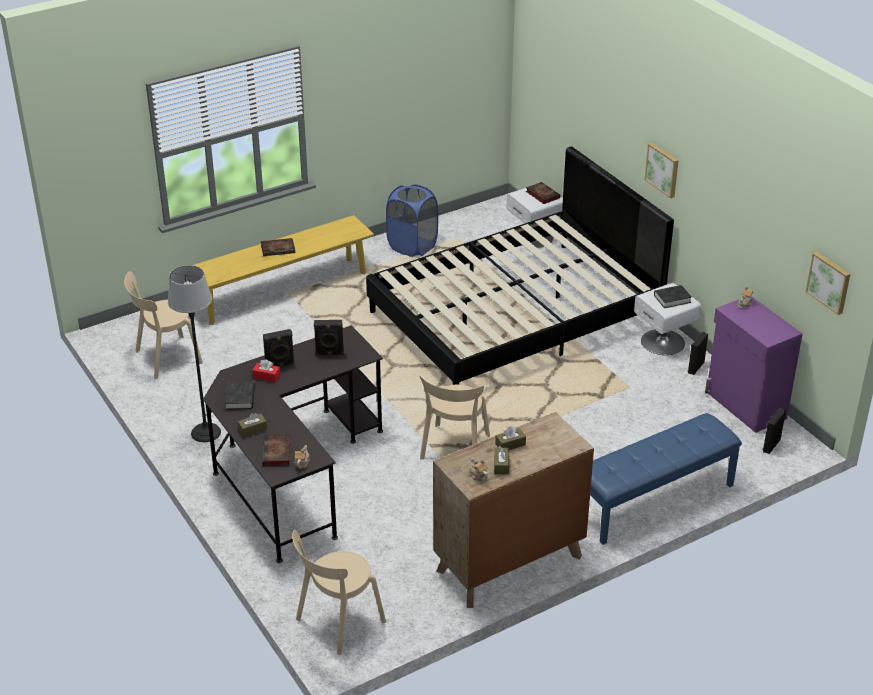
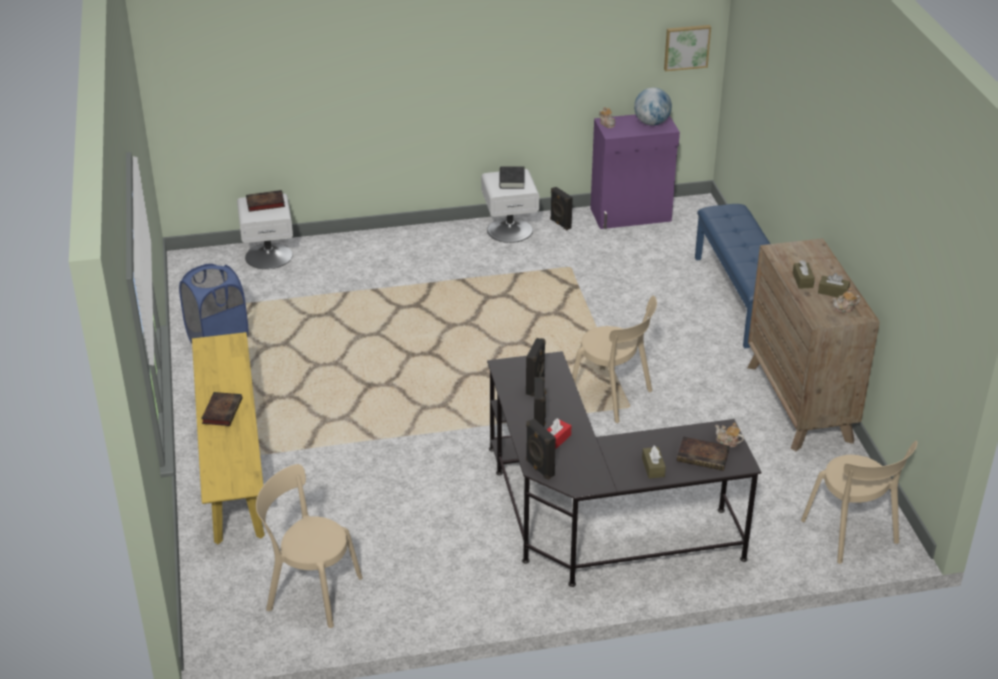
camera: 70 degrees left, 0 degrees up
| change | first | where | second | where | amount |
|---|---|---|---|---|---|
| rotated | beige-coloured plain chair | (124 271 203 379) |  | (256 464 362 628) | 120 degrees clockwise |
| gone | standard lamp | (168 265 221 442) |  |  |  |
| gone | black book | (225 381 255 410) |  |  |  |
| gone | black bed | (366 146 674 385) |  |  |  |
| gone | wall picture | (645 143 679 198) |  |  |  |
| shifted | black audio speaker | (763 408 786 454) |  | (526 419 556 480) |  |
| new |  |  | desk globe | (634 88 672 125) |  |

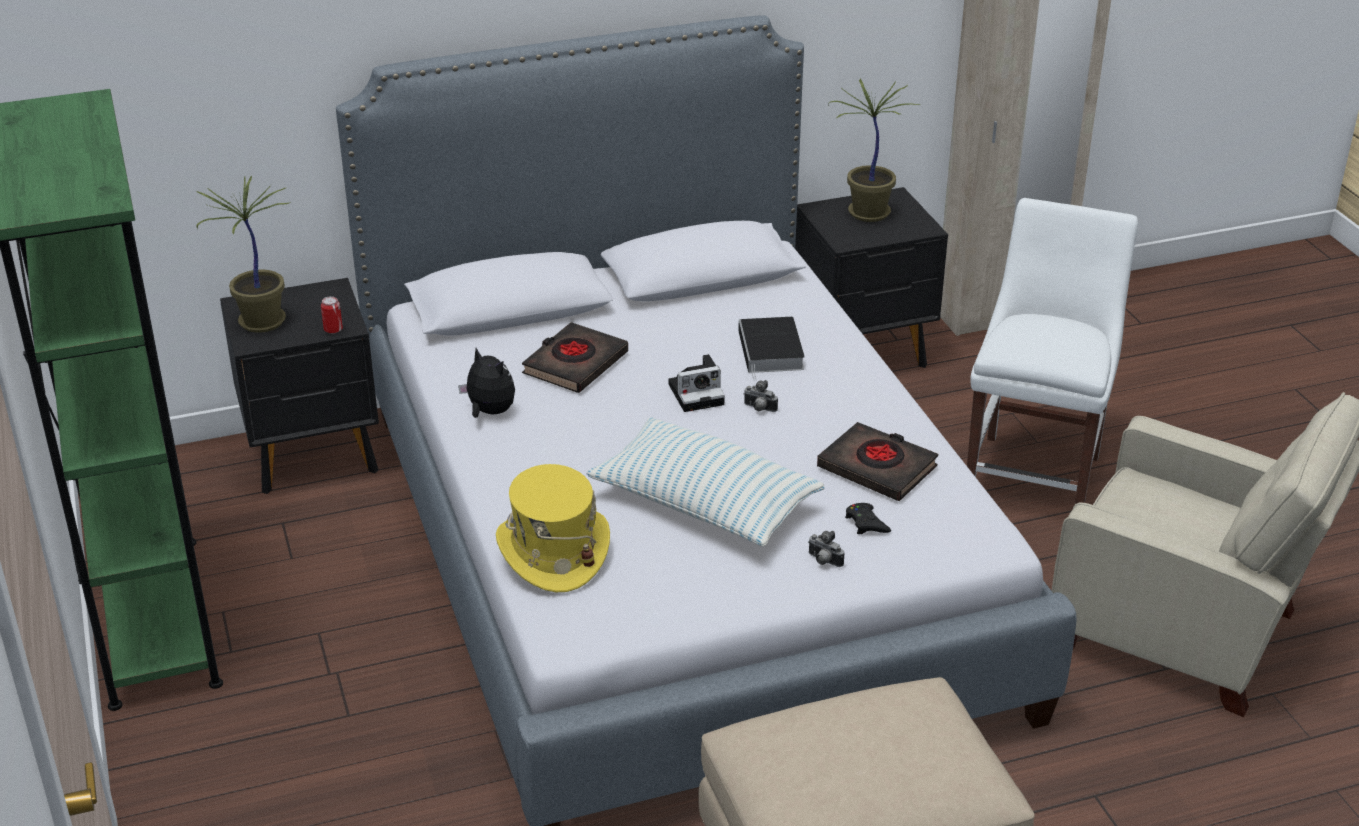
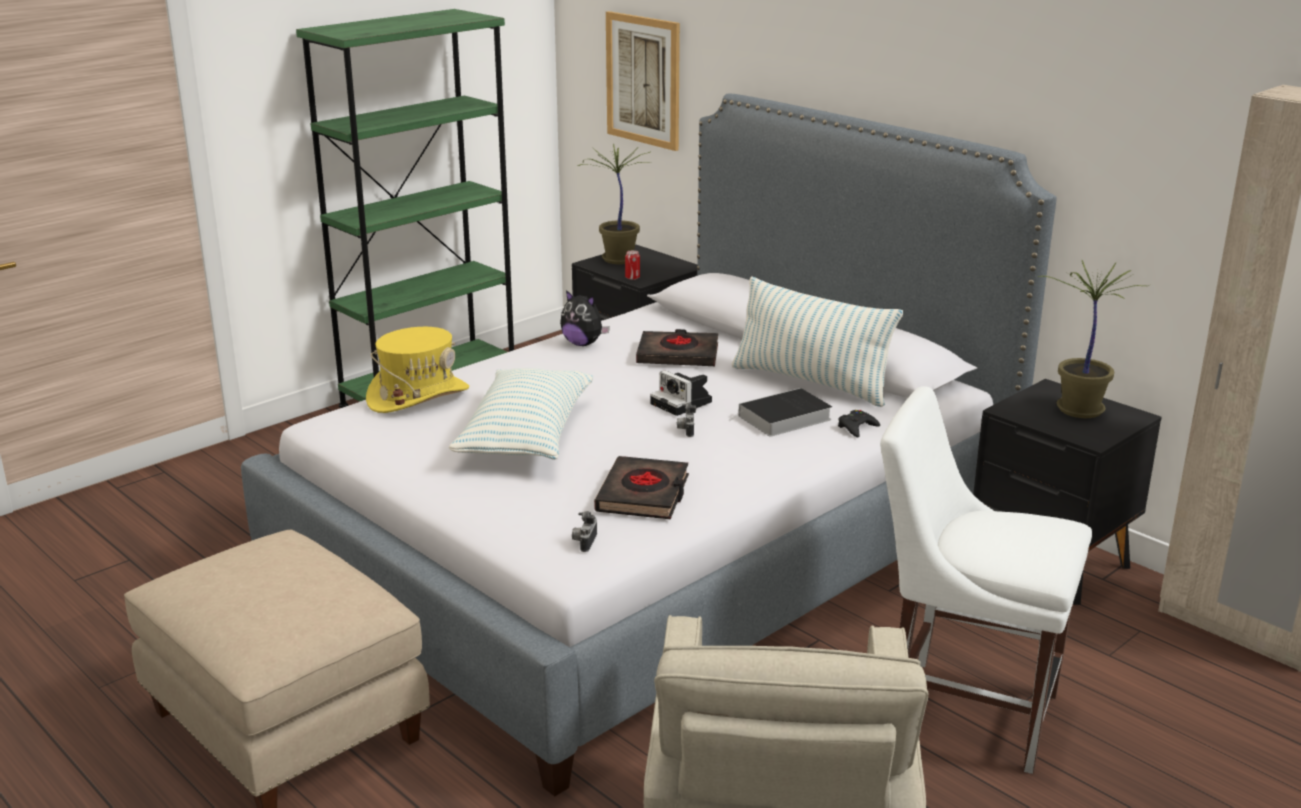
camera: 65 degrees right, 10 degrees down
| change | first | where | second | where | amount |
|---|---|---|---|---|---|
| rotated | plush toy | (458 348 515 418) |  | (560 290 610 346) | 105 degrees clockwise |
| shifted | photo camera | (808 531 844 567) |  | (572 511 597 552) |  |
| shifted | black game controller | (845 503 891 535) |  | (838 410 880 437) |  |
| rotated | whitish plain chair | (967 198 1138 504) |  | (880 386 1092 774) | 150 degrees counterclockwise |
| new |  |  | wall picture | (606 11 680 151) |  |
| new |  |  | cushion | (732 276 903 407) |  |

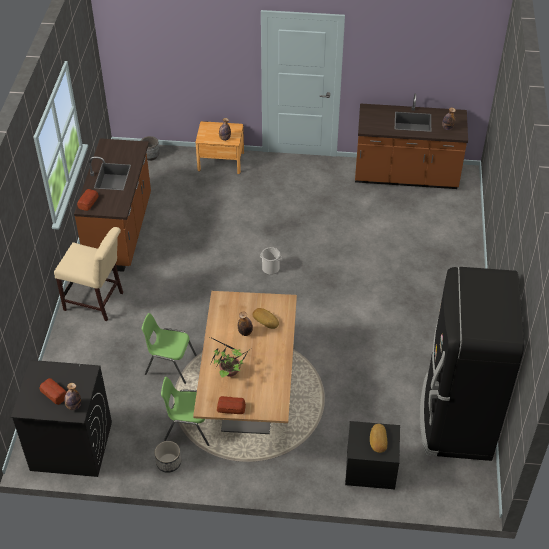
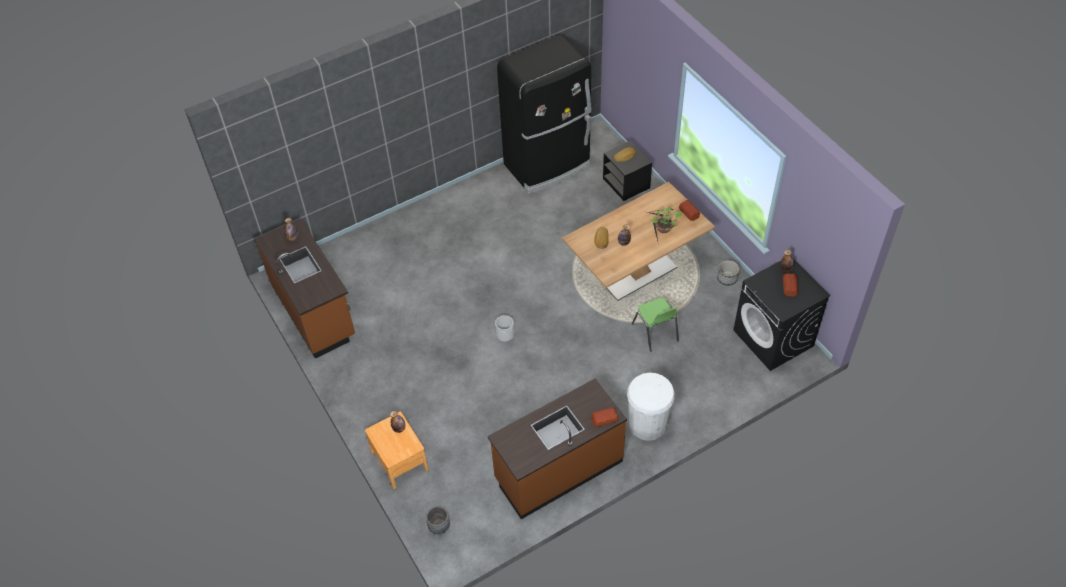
camera: 125 degrees left, 5 degrees up
| change | first | where | second | where | amount |
|---|---|---|---|---|---|
| swapped | beige-coloured plain chair | (54 227 123 321) | whitish waste bin | (627 373 675 441) |  |
| gone | green plain chair | (161 377 209 446) |  |  |  |

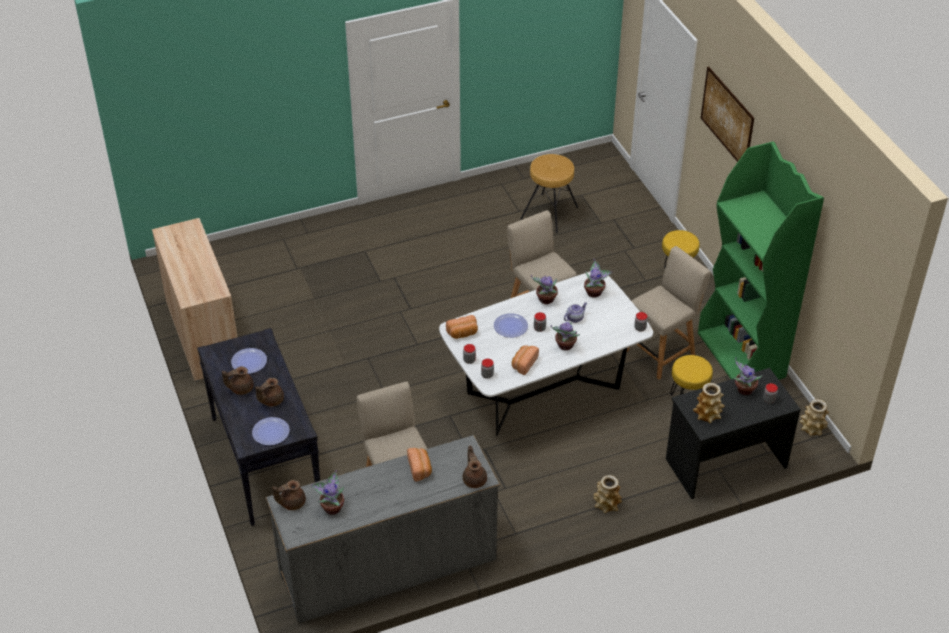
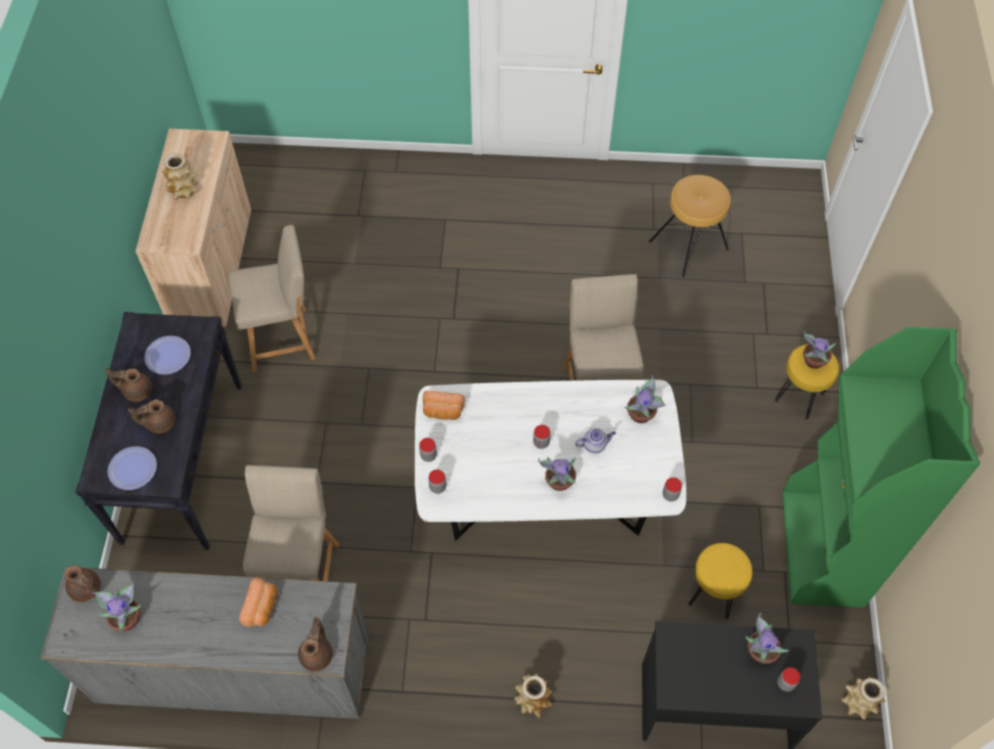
camera: 25 degrees right, 15 degrees up
| change | first | where | second | where | amount |
|---|---|---|---|---|---|
| rotated | brown-coloured tea pot | (272 480 306 510) |  | (64 565 101 602) | 150 degrees counterclockwise |
| gone | dinner plate | (494 313 528 338) |  |  |  |
| gone | baked bread | (512 345 539 375) |  |  |  |
| shifted | potted plant | (531 275 558 304) |  | (803 330 836 369) |  |
| shifted | beige-coloured plain chair | (626 246 711 380) |  | (228 225 316 372) |  |
| shifted | decorative vase | (693 383 725 423) |  | (163 153 199 199) |  |
| gone | wall picture | (701 66 754 162) |  |  |  |

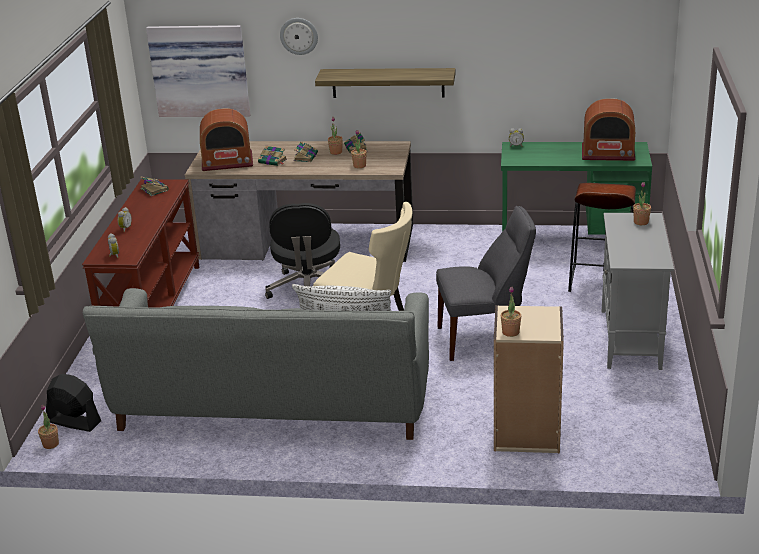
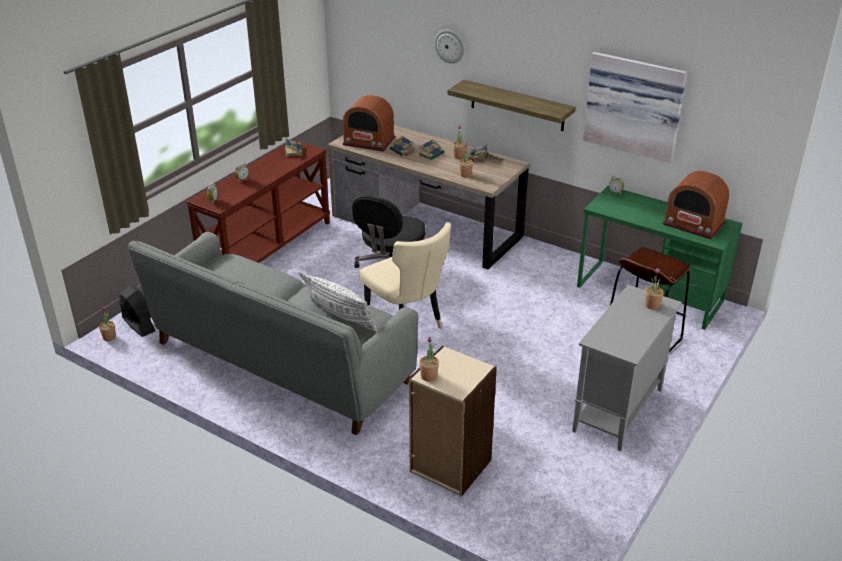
camera: 25 degrees right, 5 degrees up
| change | first | where | second | where | amount |
|---|---|---|---|---|---|
| shifted | wall picture | (146 25 250 117) |  | (583 52 687 163) |  |
| gone | greyish plain chair | (436 206 536 361) |  |  |  |

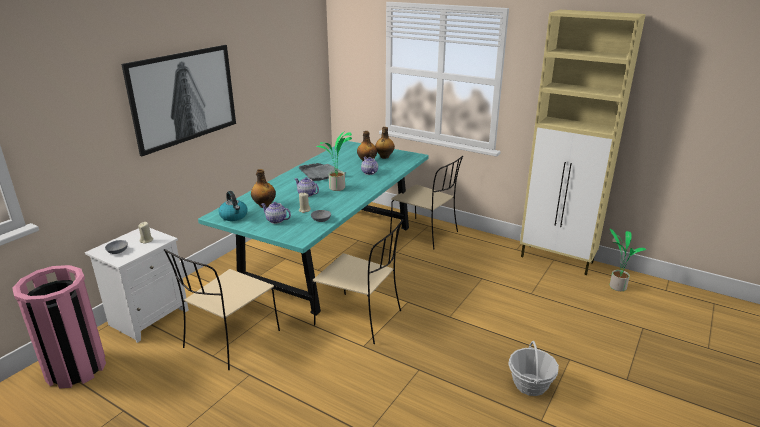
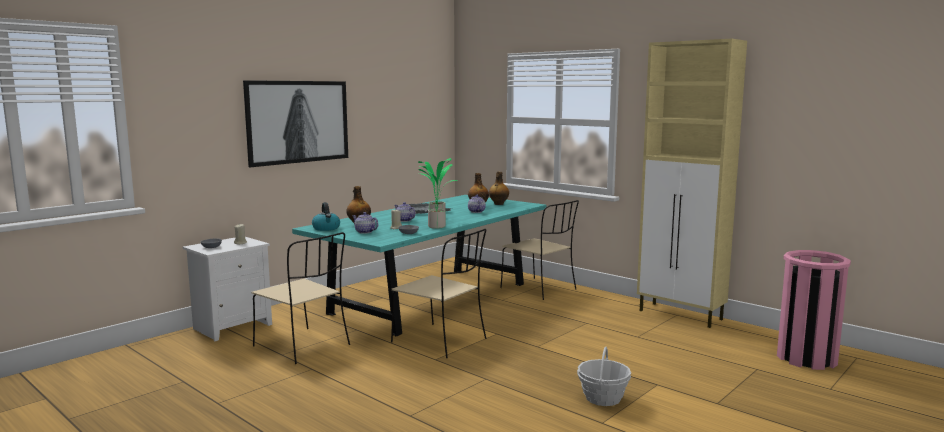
camera: 10 degrees right, 15 degrees down
| change | first | where | second | where | amount |
|---|---|---|---|---|---|
| shifted | pink-coloured waste bin | (12 265 106 389) |  | (777 250 851 370) |  |
| rotated | beige-coloured plain chair | (164 249 280 370) |  | (252 232 350 364) | 90 degrees counterclockwise |
| shifted | potted plant | (609 229 647 291) |  | (418 161 458 229) |  |

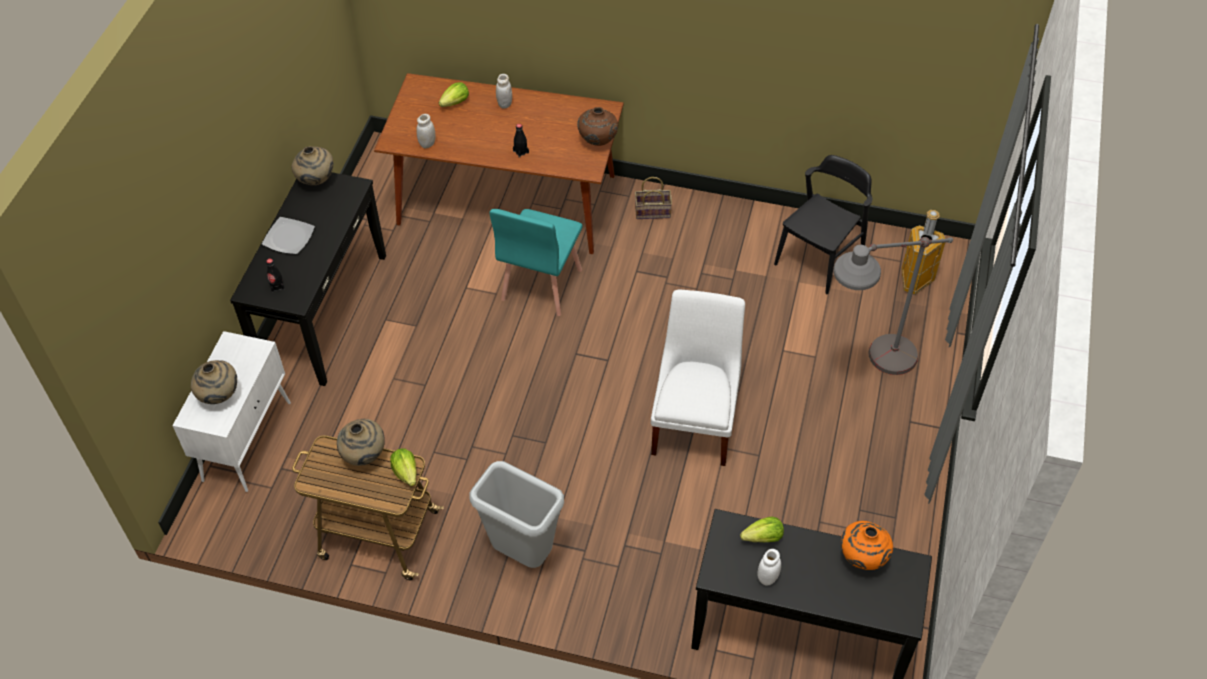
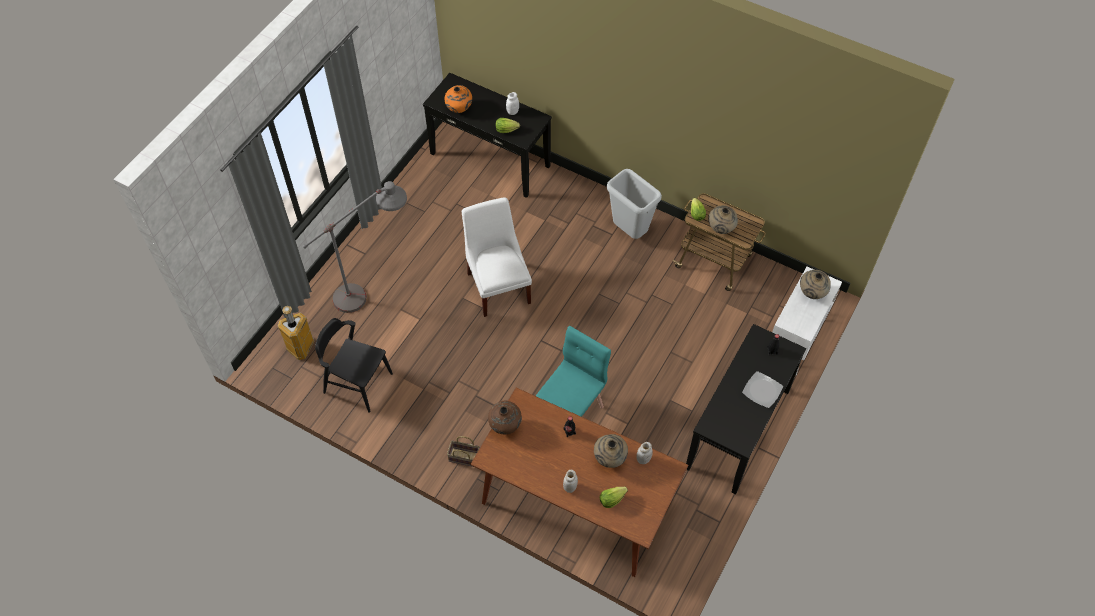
camera: 165 degrees left, 5 degrees up
| change | first | where | second | where | amount |
|---|---|---|---|---|---|
| shifted | beige-coloured decorative vase | (291 146 333 185) |  | (594 434 628 468) |  |
| rotated | whitish plain chair | (651 289 745 466) |  | (462 197 532 317) | 135 degrees clockwise |
| rotated | black plain chair | (774 155 873 294) |  | (315 318 393 413) | 60 degrees clockwise |

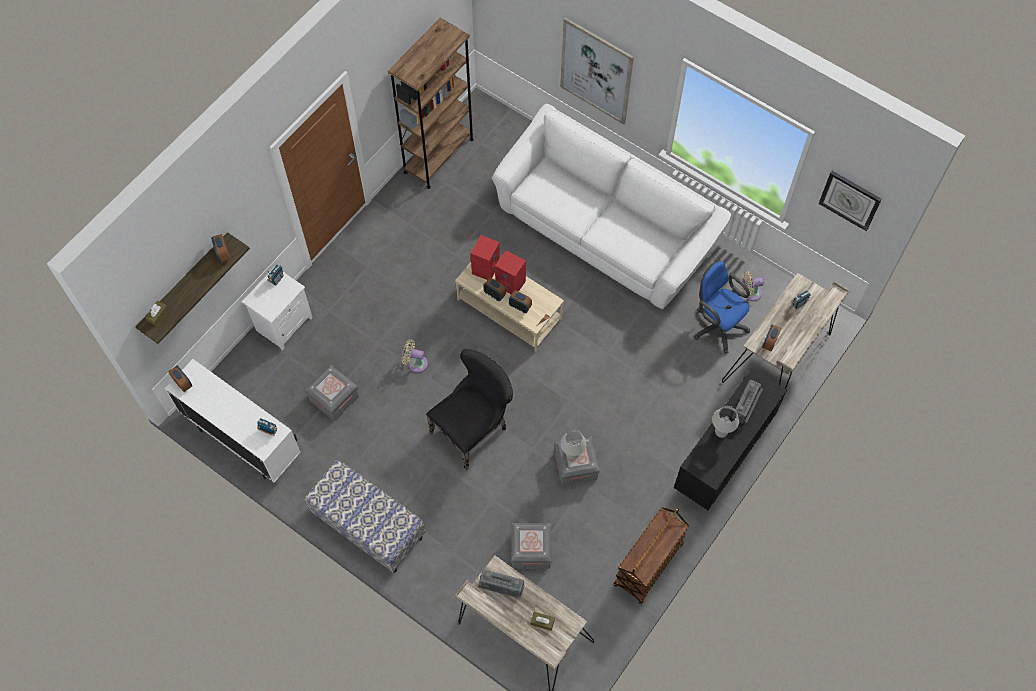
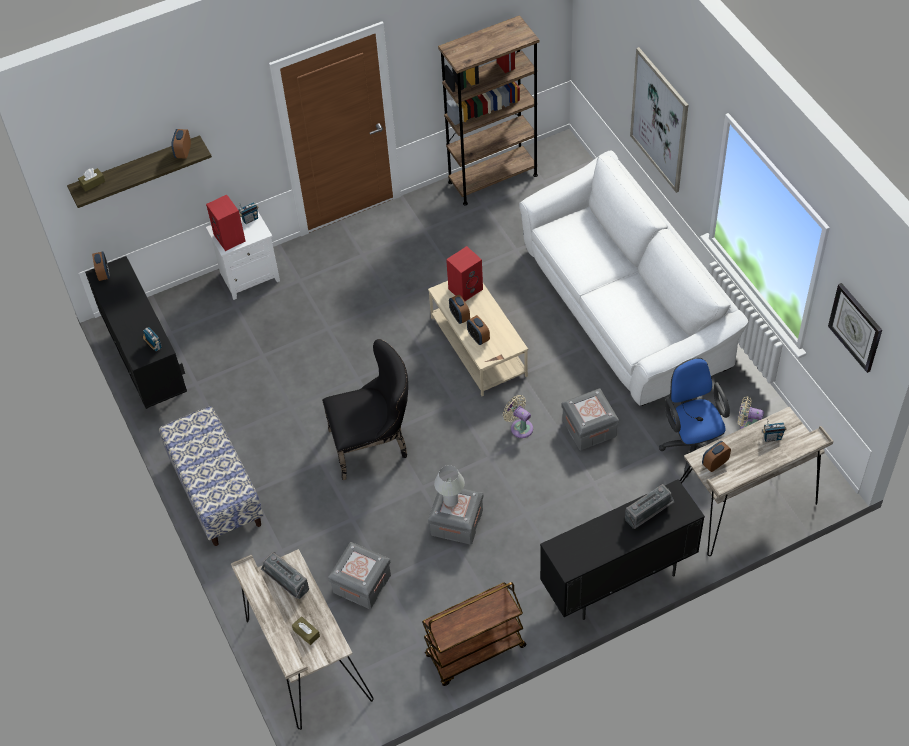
camera: 30 degrees right, 10 degrees down
| change | first | where | second | where | amount |
|---|---|---|---|---|---|
| repainted | whitish cupboard | (165 359 301 482) | black cupboard | (85 256 187 409) |  |
| shifted | greyish storage bin | (305 365 359 421) |  | (562 388 619 450) |  |
| shifted | beige-coloured electric fan | (402 339 428 373) |  | (503 395 533 438) |  |
| shifted | red-coloured audio speaker | (495 250 526 294) |  | (206 195 246 251) |  |
| gone | whitish lamp for a table | (712 406 739 438) |  |  |  |

